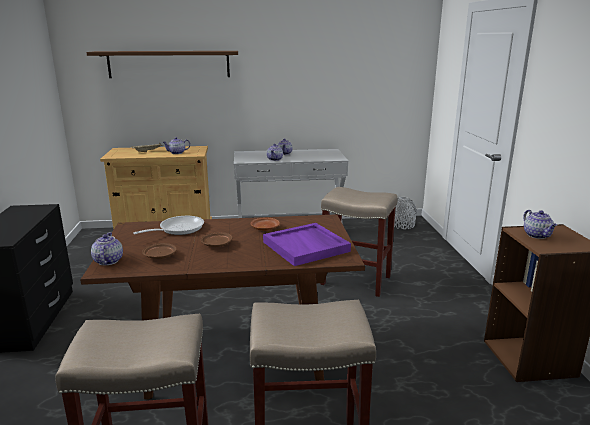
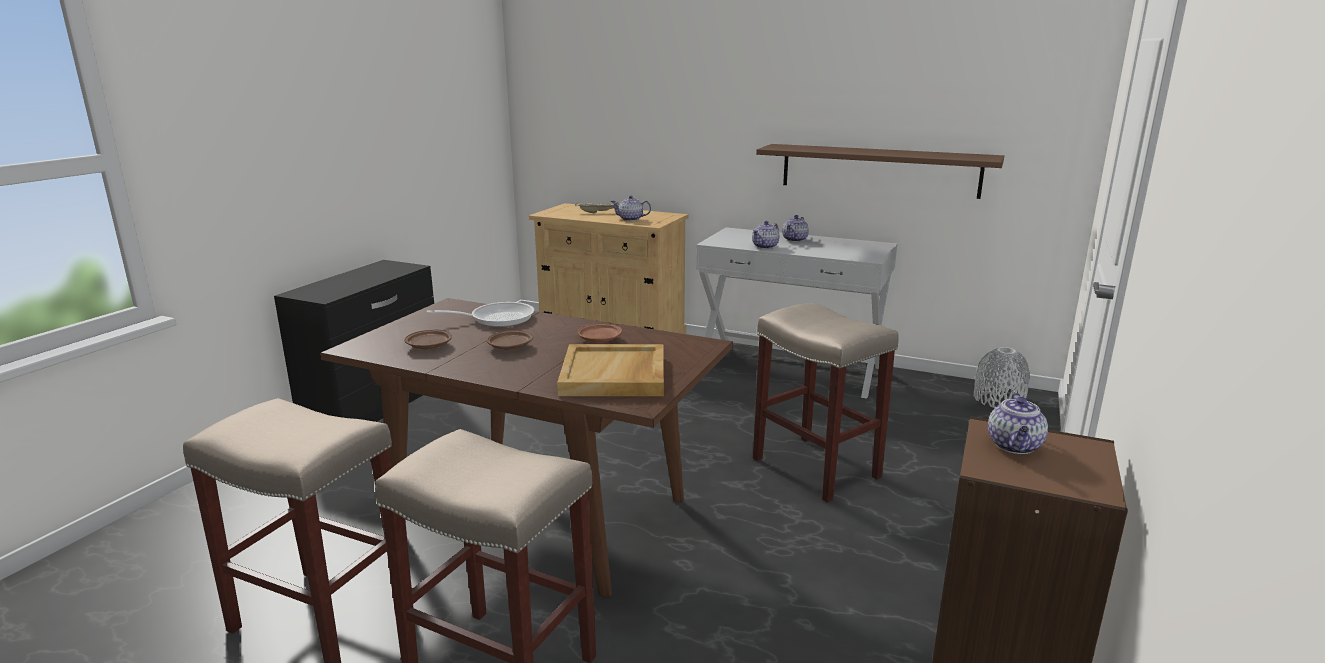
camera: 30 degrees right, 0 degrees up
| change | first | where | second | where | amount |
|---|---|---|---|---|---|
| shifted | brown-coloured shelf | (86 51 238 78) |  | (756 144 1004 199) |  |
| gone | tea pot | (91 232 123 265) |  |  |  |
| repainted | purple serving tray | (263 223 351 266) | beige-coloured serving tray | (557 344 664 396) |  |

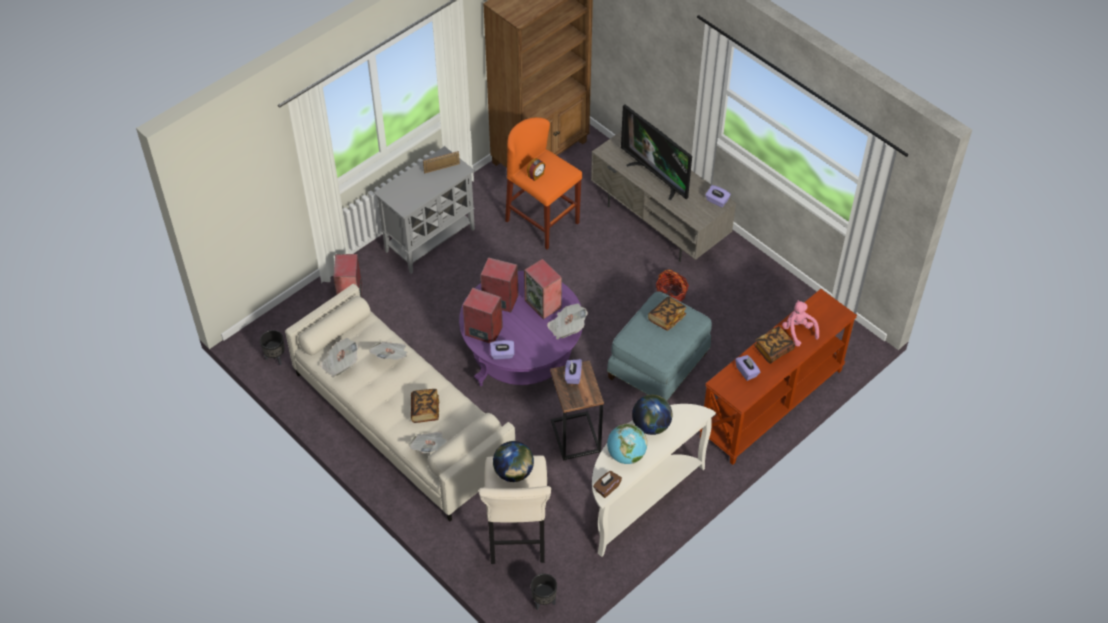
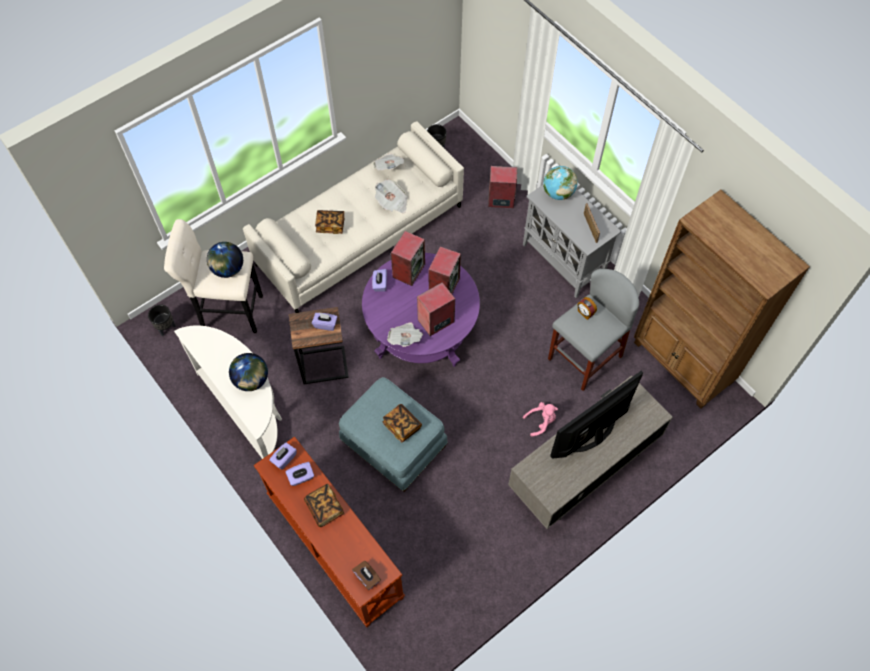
camera: 95 degrees right, 10 degrees up
| change | first | where | second | where | amount |
|---|---|---|---|---|---|
| gone | printed paper | (409 431 447 453) |  |  |  |
| repainted | orange stool | (505 117 582 249) | greyish stool | (548 269 639 391) |  |
| shifted | brown-coloured tissue holder | (593 471 622 498) |  | (352 561 381 590) |  |
| shifted | desk globe | (607 423 647 464) |  | (543 166 577 200) |  |
| gone | basket | (656 270 689 302) |  |  |  |
| shifted | purple tissue holder | (705 185 731 207) |  | (269 442 297 470) |  |
| shifted | pink-coloured plush toy | (782 300 819 347) |  | (523 402 558 437) |  |

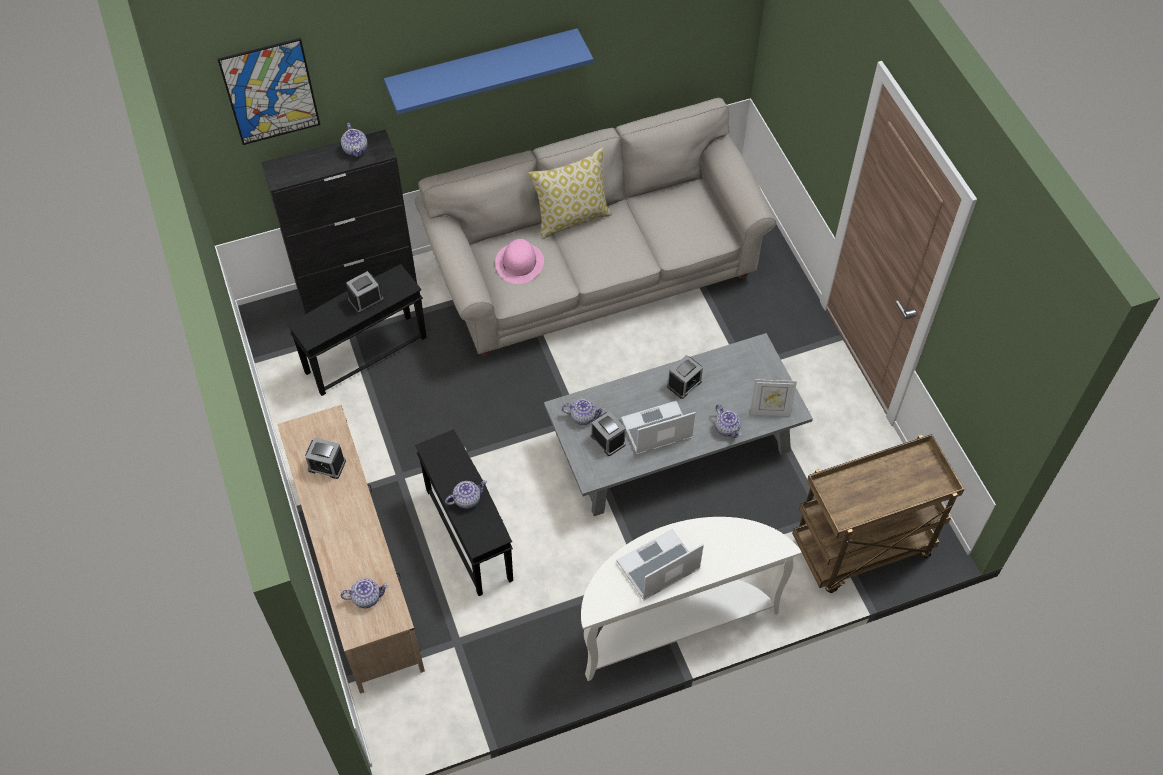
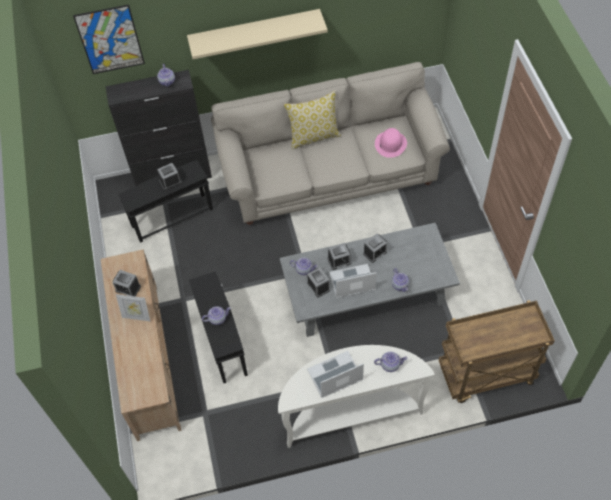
camera: 10 degrees right, 0 degrees up
| change | first | where | second | where | amount |
|---|---|---|---|---|---|
| shifted | tea pot | (340 579 389 608) |  | (374 352 408 372) |  |
| repainted | blue shelf | (384 28 594 114) | beige-coloured shelf | (187 9 328 59) |  |
| shifted | pink-coloured wearable hat | (495 239 544 284) |  | (375 128 407 158) |  |
| shifted | picture frame | (750 379 797 416) |  | (116 294 150 321) |  |
| new |  |  | bedside clock | (327 243 351 270) |  |

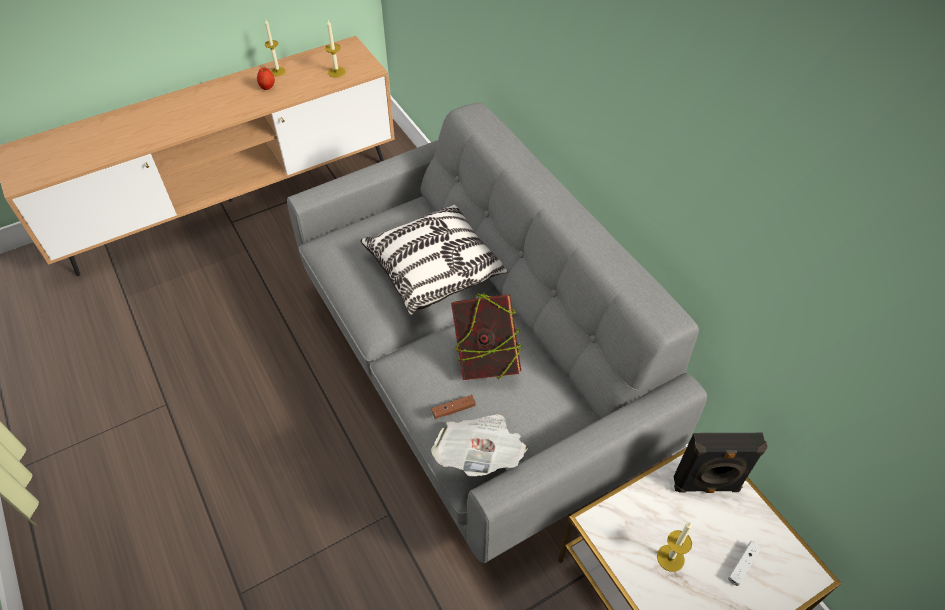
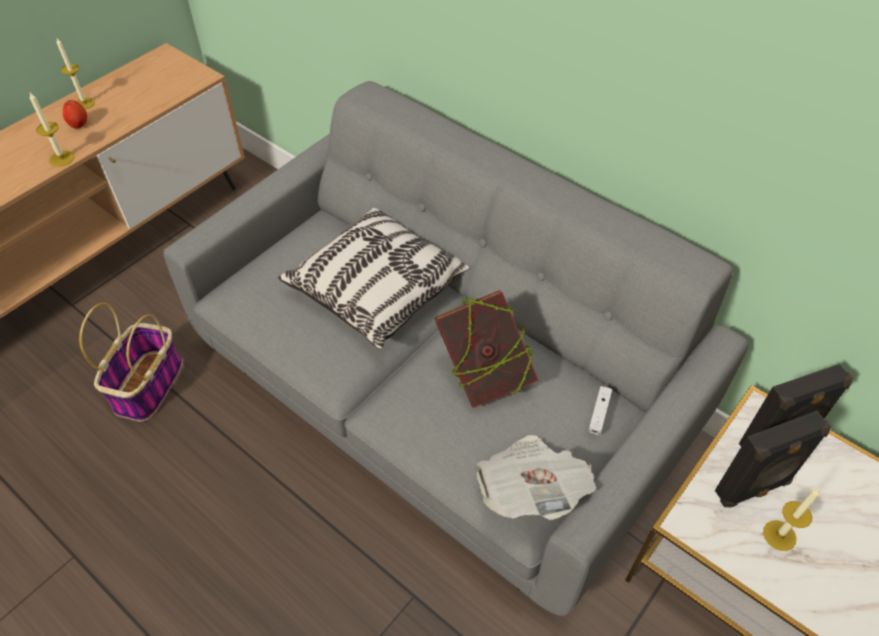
camera: 20 degrees left, 0 degrees up
| change | first | where | second | where | amount |
|---|---|---|---|---|---|
| shifted | wax light | (325 20 345 77) |  | (29 93 74 167) |  |
| gone | brown-coloured game controller | (432 395 476 419) |  |  |  |
| shifted | whitish game controller | (728 541 762 586) |  | (588 386 612 435) |  |
| new |  |  | basket | (79 303 183 422) |  |
| new |  |  | black audio speaker | (715 411 832 508) |  |

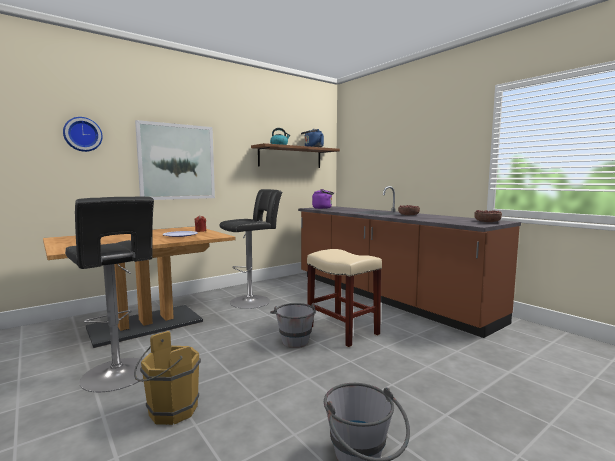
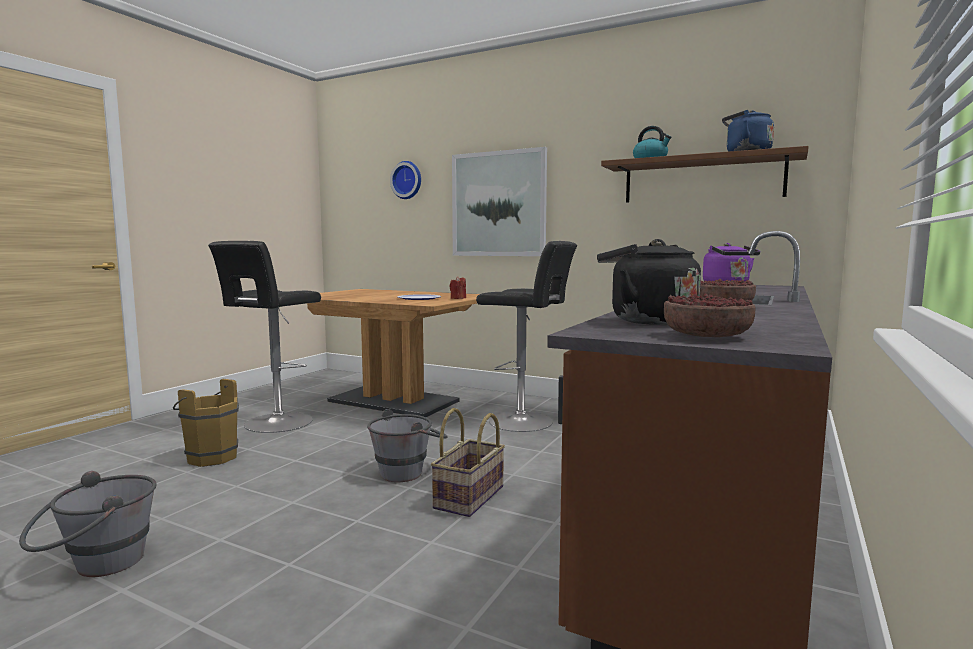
camera: 65 degrees right, 0 degrees up
| change | first | where | second | where | amount |
|---|---|---|---|---|---|
| swapped | beige-coloured stool | (307 249 382 348) | basket | (431 408 505 517) |  |
| new |  |  | black tea kettle | (597 239 701 325) |  |

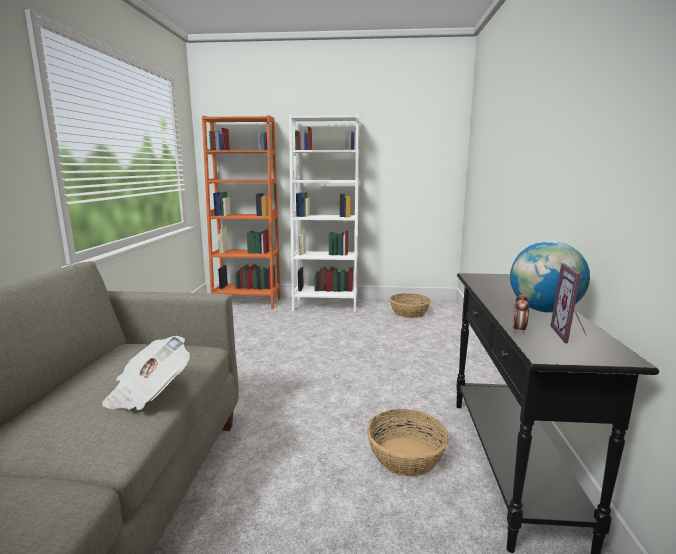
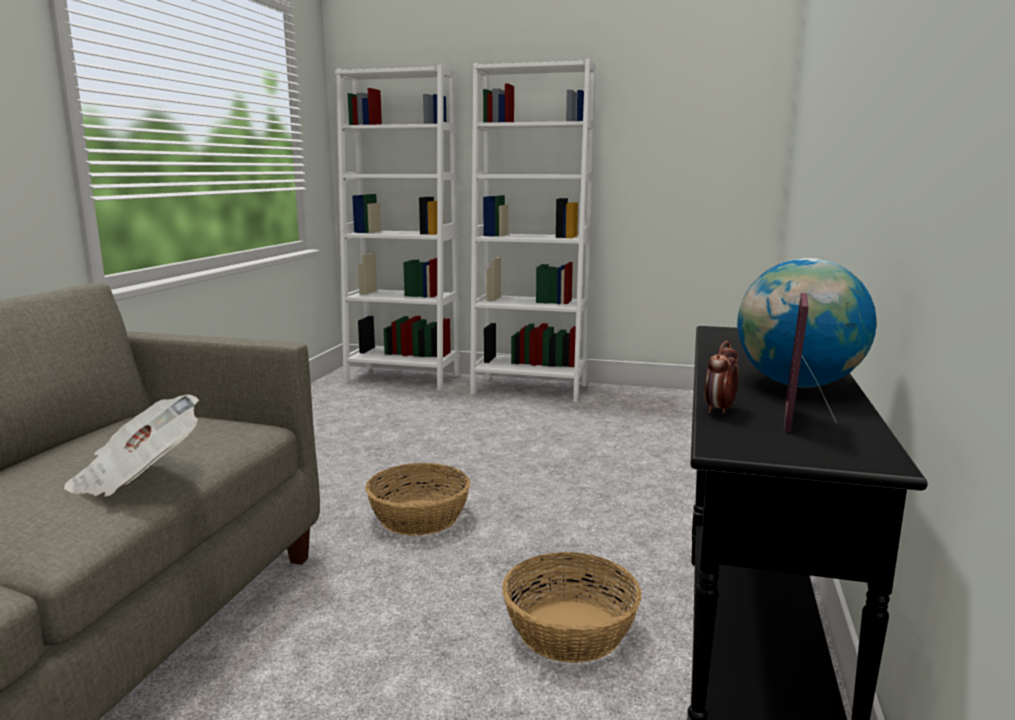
camera: 10 degrees right, 0 degrees up
| change | first | where | second | where | amount |
|---|---|---|---|---|---|
| repainted | orange bookcase | (202 115 281 309) | whitish bookcase | (335 65 460 390) |  |
| shifted | basket | (390 293 431 318) |  | (365 463 471 536) |  |

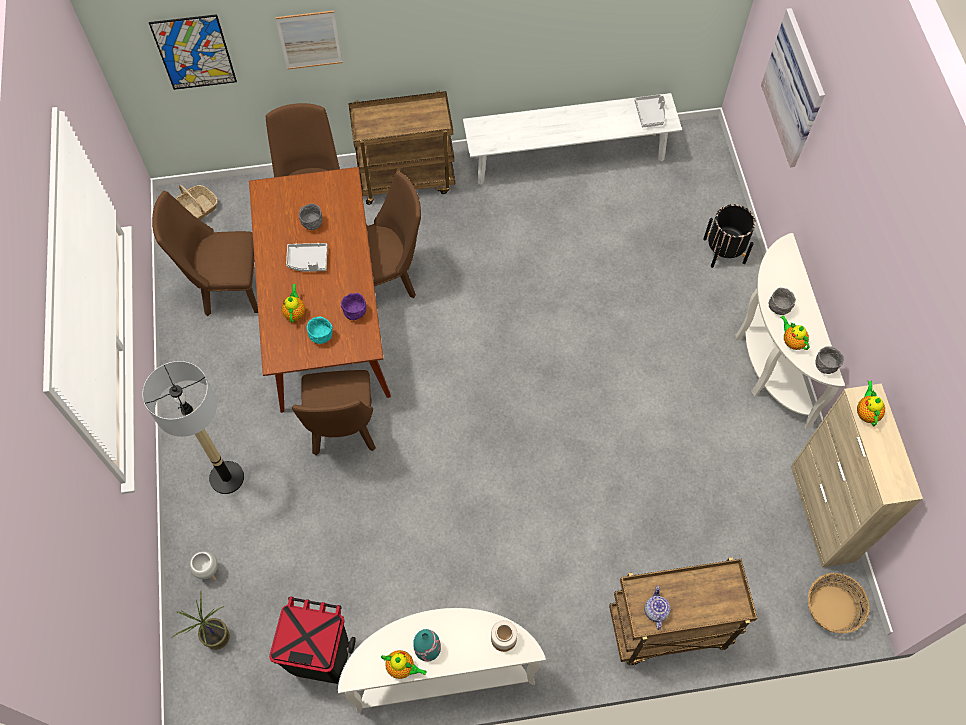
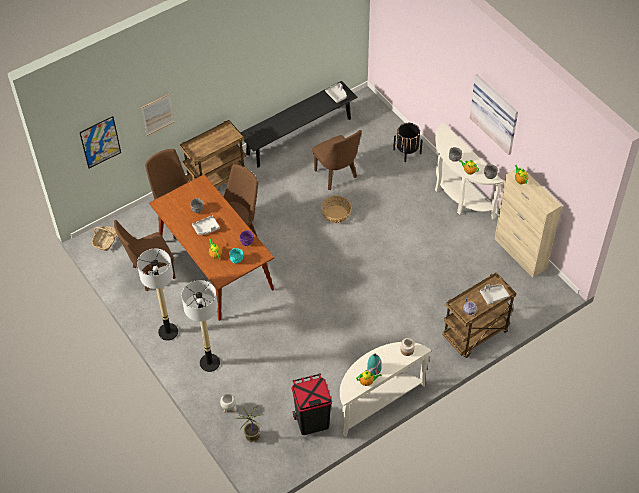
camera: 25 degrees left, 10 degrees down
| change | first | where | second | where | amount |
|---|---|---|---|---|---|
| shifted | brown-coloured plain chair | (292 370 376 456) |  | (312 130 362 190) |  |
| repainted | whitish long seat | (463 93 682 185) | black long seat | (240 81 357 168) |  |
| shifted | wall picture | (761 8 825 167) |  | (470 75 518 155) |  |
| shifted | basket | (808 573 870 633) |  | (321 196 352 223) |  |
| new |  |  | standard lamp | (137 248 178 341) |  |
| new |  |  | greyish serving tray | (480 284 509 305) |  |

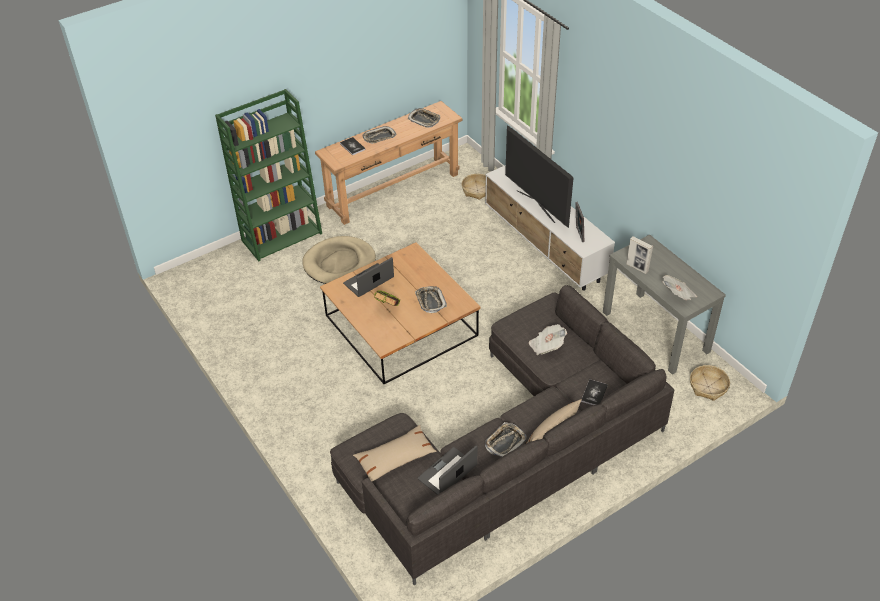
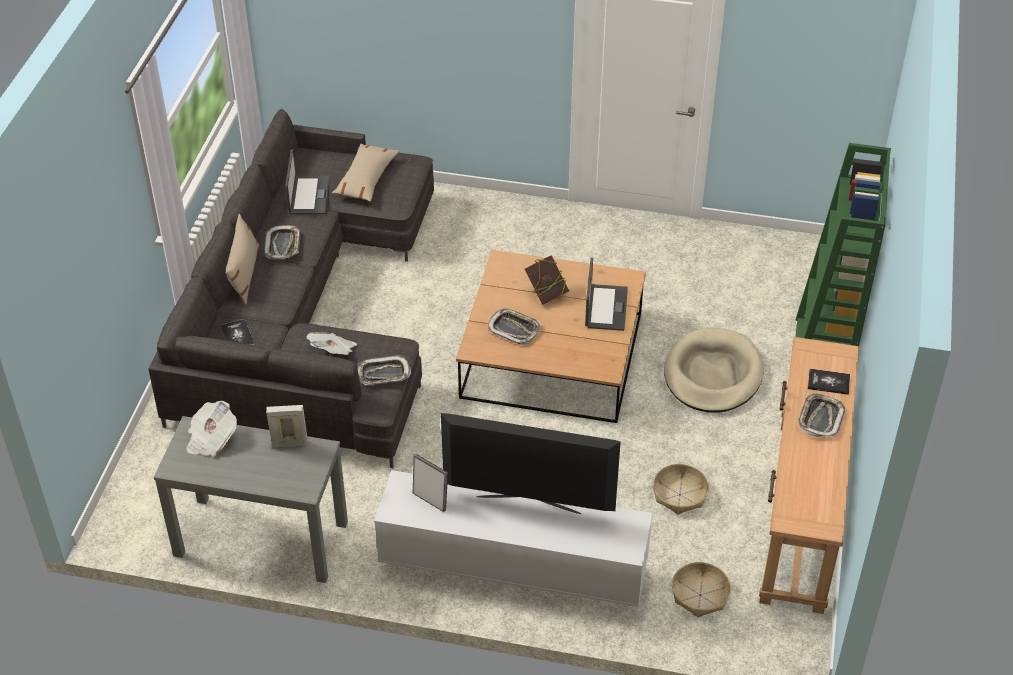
camera: 135 degrees right, 0 degrees up
| change | first | where | second | where | amount |
|---|---|---|---|---|---|
| shifted | serving tray | (408 108 440 128) |  | (357 355 411 385) |  |
| shifted | basket | (690 365 730 401) |  | (653 464 709 515) |  |

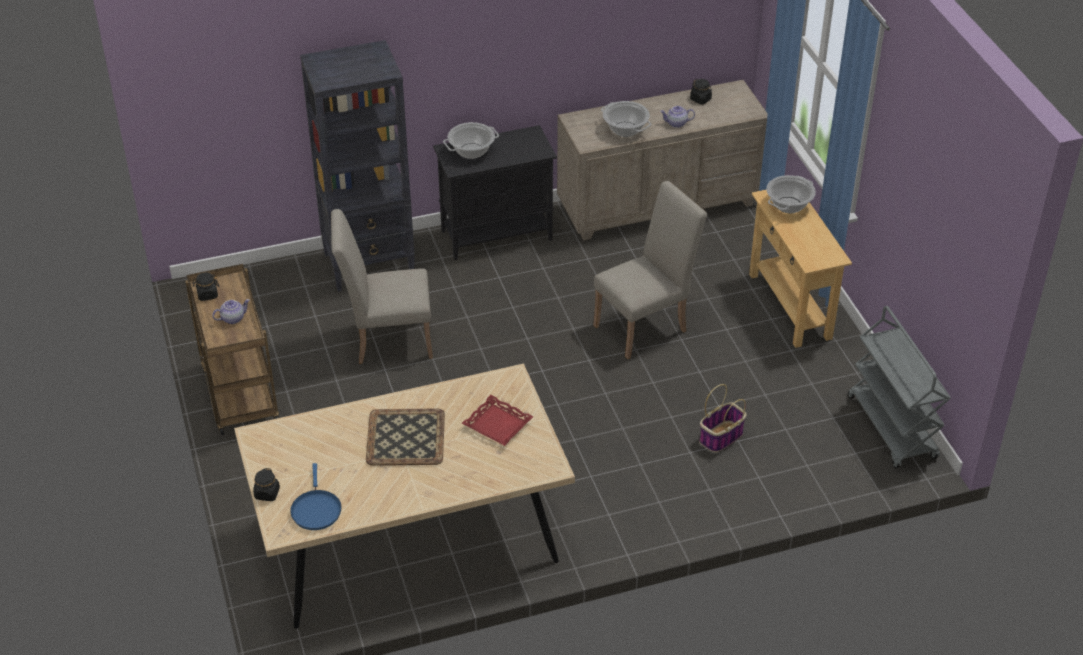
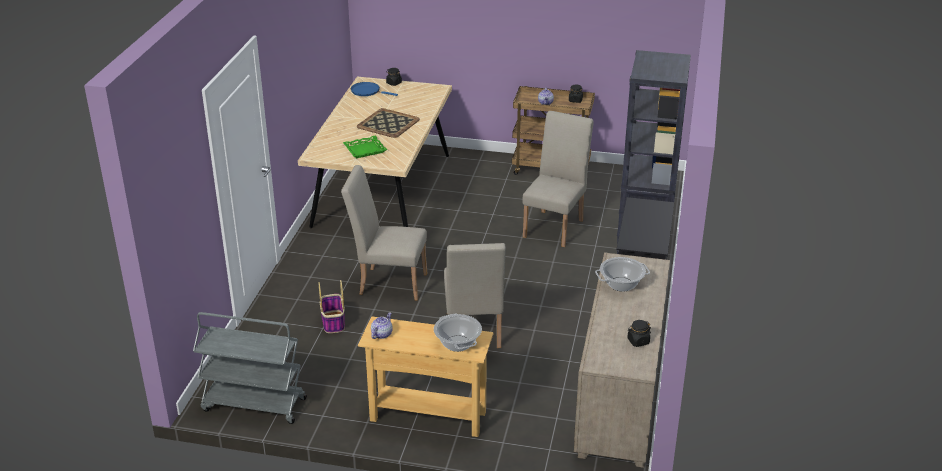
camera: 120 degrees right, 10 degrees down
| change | first | where | second | where | amount |
|---|---|---|---|---|---|
| gone | stockpot | (443 122 499 159) |  |  |  |
| repainted | red-coloured serving tray | (462 395 534 446) | green serving tray | (343 136 387 158) |  |
| shifted | tea pot | (660 106 695 128) |  | (371 313 393 339) |  |
| new |  |  | beige-coloured plain chair | (341 165 427 301) |  |

